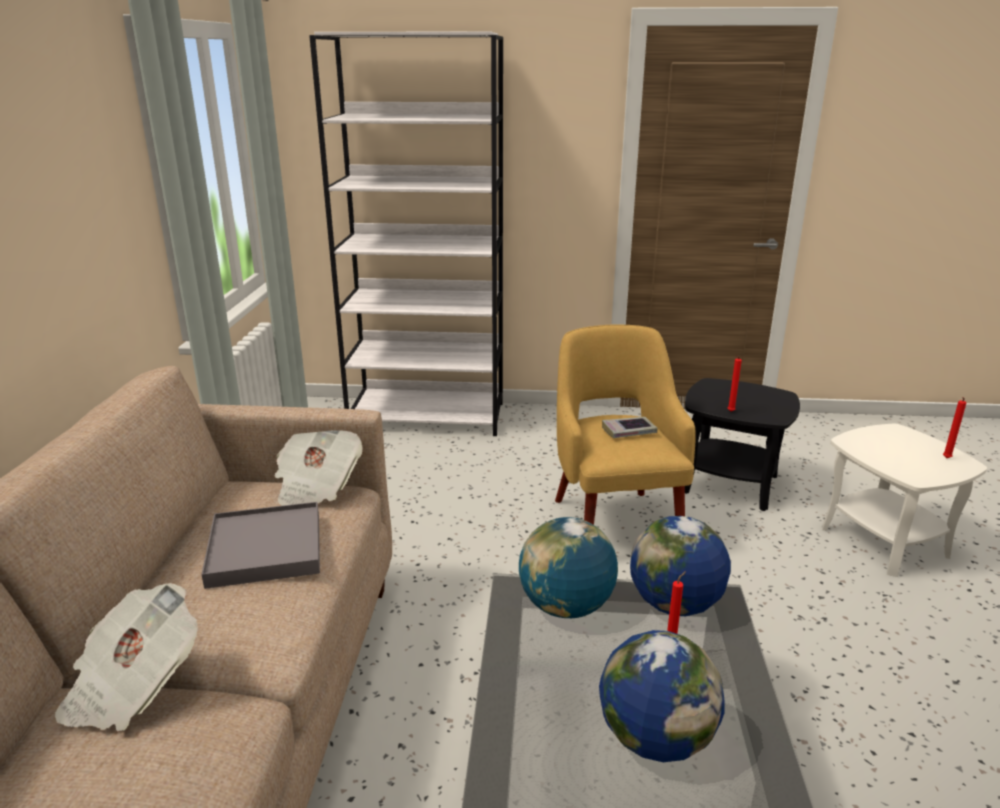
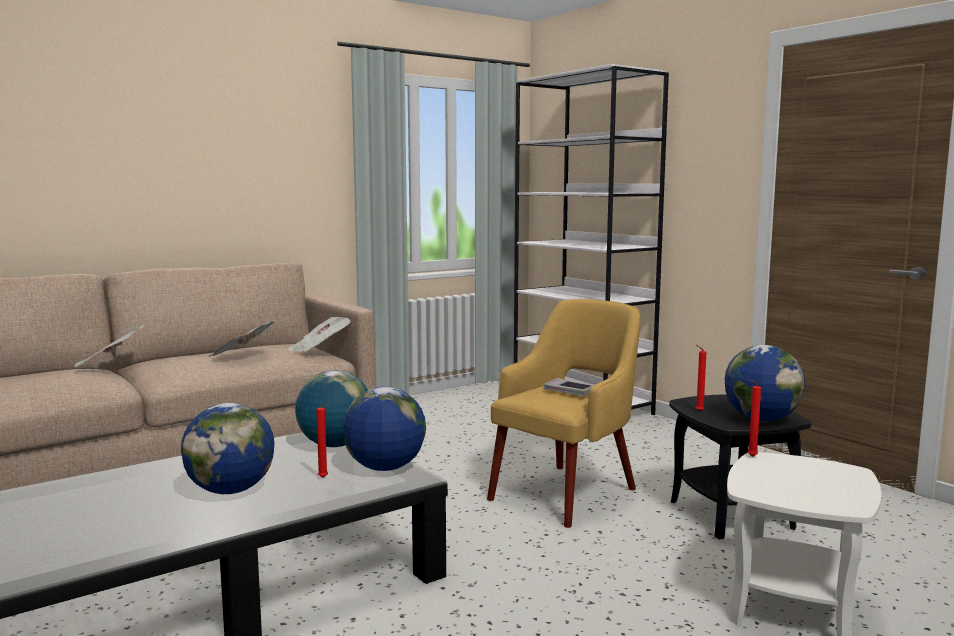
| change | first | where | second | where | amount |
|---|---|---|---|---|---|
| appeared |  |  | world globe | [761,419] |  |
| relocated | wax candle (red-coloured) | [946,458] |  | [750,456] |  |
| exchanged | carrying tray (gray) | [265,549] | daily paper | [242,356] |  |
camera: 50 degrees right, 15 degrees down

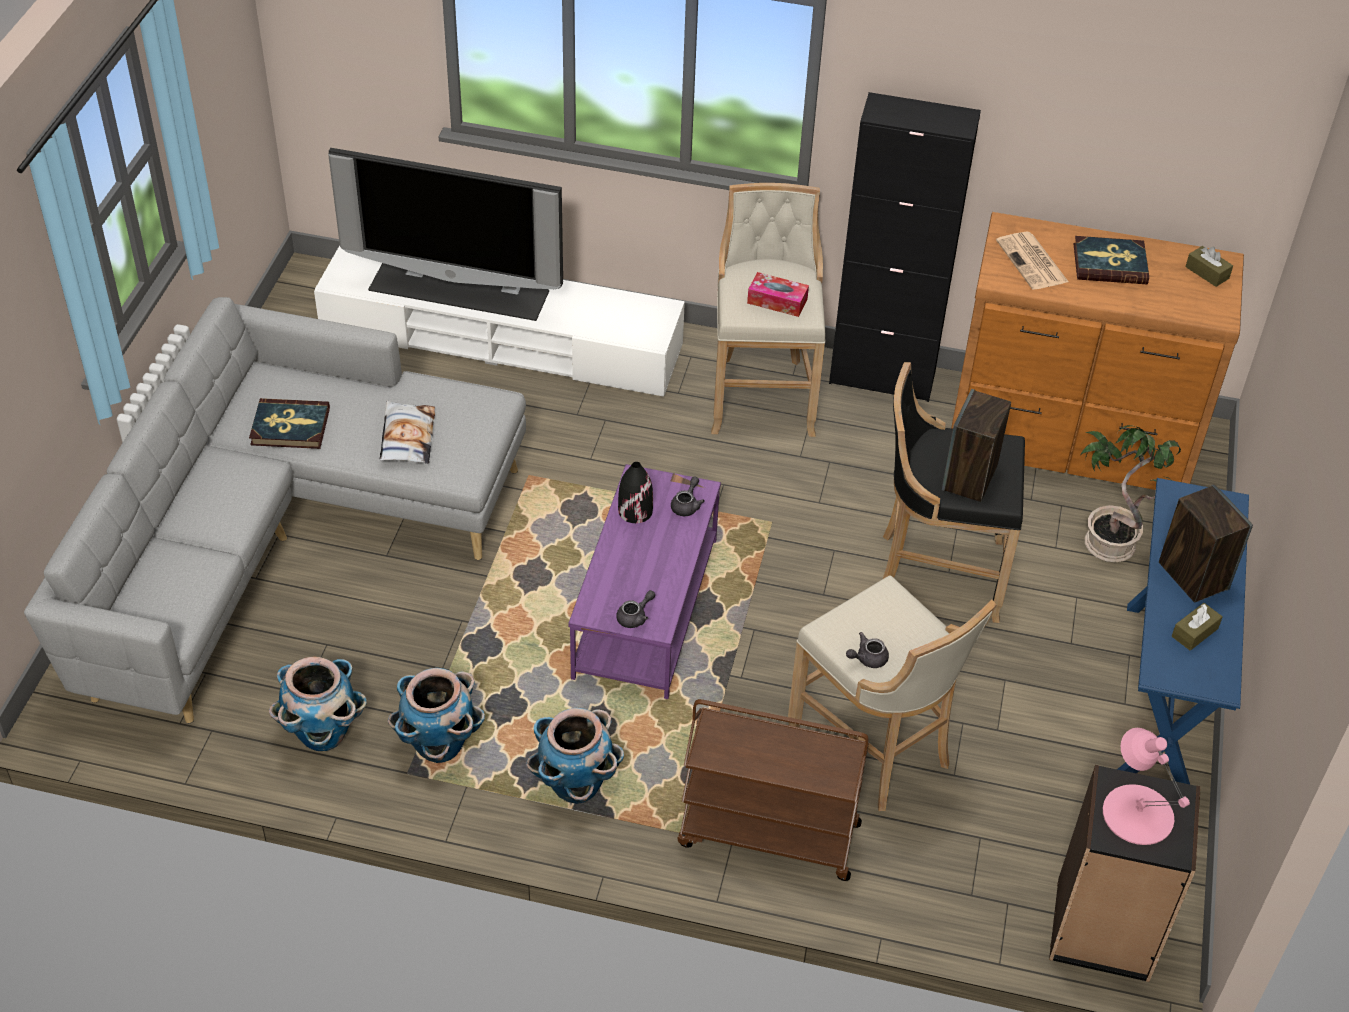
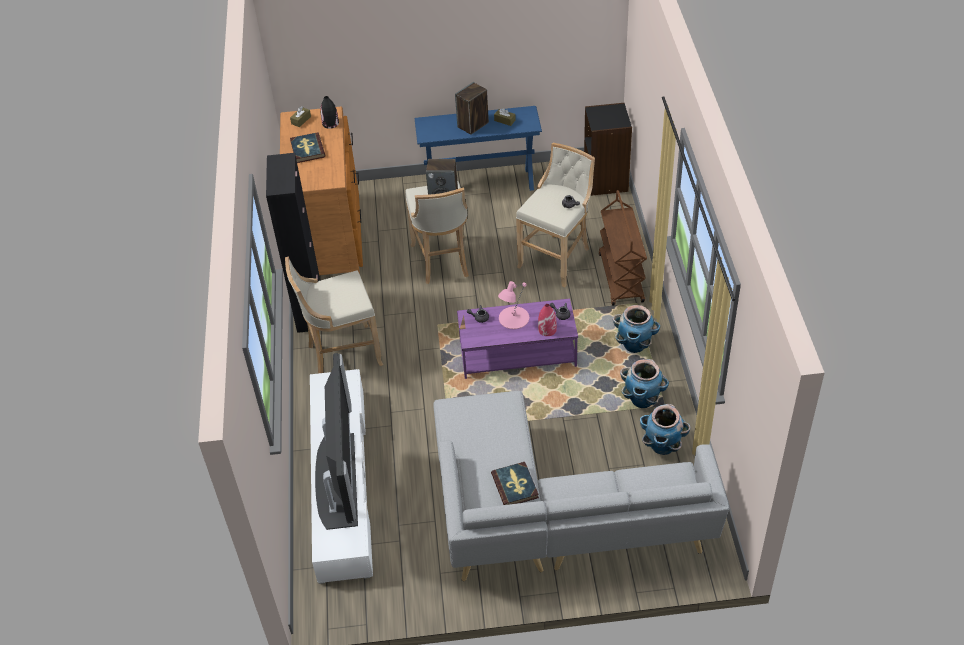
| change | first | where | second | where | amount |
|---|---|---|---|---|---|
| missing | throw pillow | [407,438] |  |  |  |
| missing | box of tissues | [777,301] |  |  |  |
| missing | daily paper | [1033,262] |  |  |  |
| missing | potted plant | [1112,544] |  |  |  |
| appeared |  |  | vase (red-coloured) | [547,329] |  |
| relocated | vase (blackish) | [635,511] |  | [330,123] |  |
| relocated | lamp for a table (pinkish) | [1137,813] |  | [513,318] |  |
| colour | stool seat (blackish) | [935,572] | stool seat (beige) | [442,262] |  |
camera: 105 degrees left, 0 degrees up

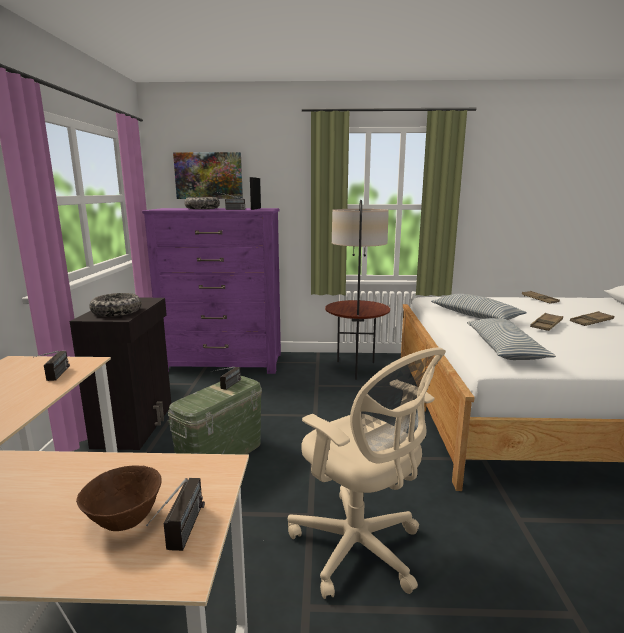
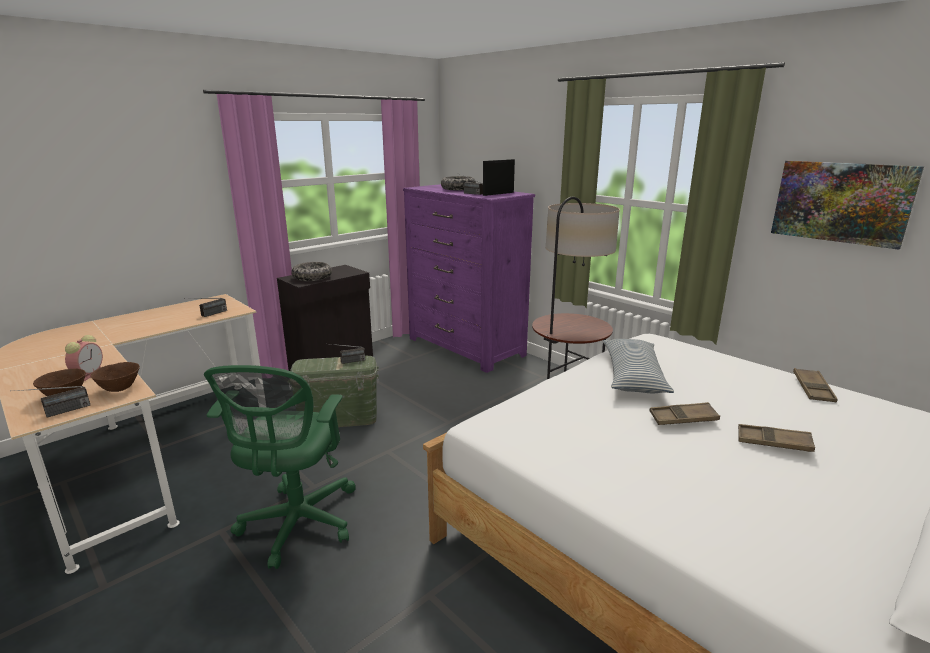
| change | first | where | second | where | amount |
|---|---|---|---|---|---|
| missing | throw pillow | [504,349] |  |  |  |
| appeared |  |  | bedside clock | [89,374] |  |
| appeared |  |  | deep dish (brown-coloured) | [120,389] |  |
| relocated | wall picture | [209,176] |  | [841,202] |  |
| colour | office chair (beige) | [360,549] | office chair (green-coloured) | [297,525] |  |
camera: 45 degrees right, 5 degrees up

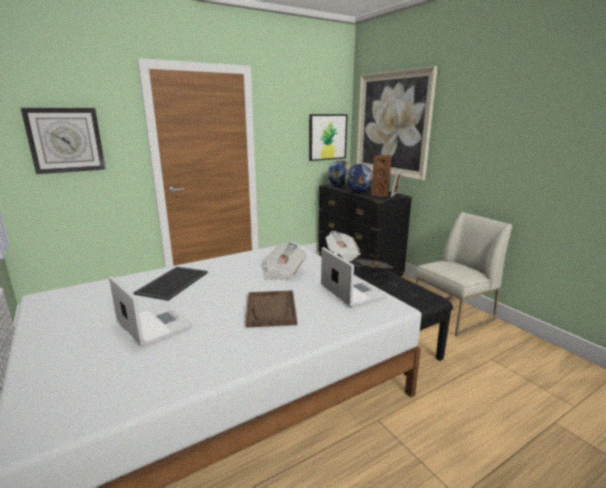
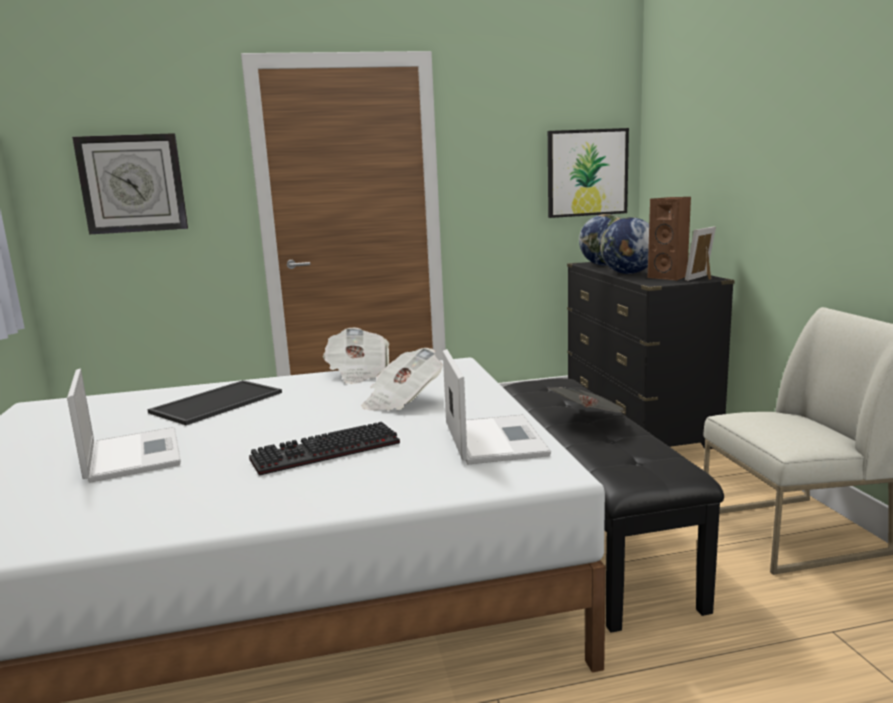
| change | first | where | second | where | amount |
|---|---|---|---|---|---|
| missing | wall picture | [392,124] |  |  |  |
| relocated | daily paper | [342,255] |  | [358,373] |  |
| exchanged | carrying tray (brown-coloured) | [271,310] | computer keyboard | [324,453] |  |
camera: 20 degrees right, 5 degrees down

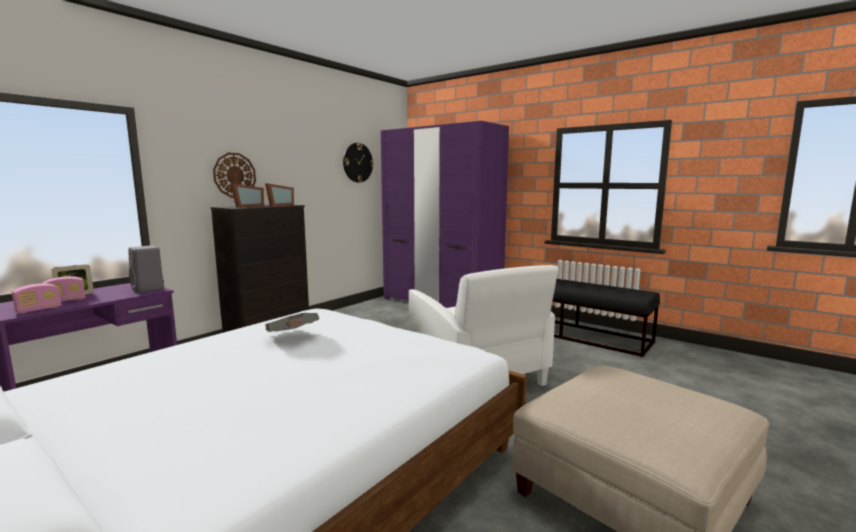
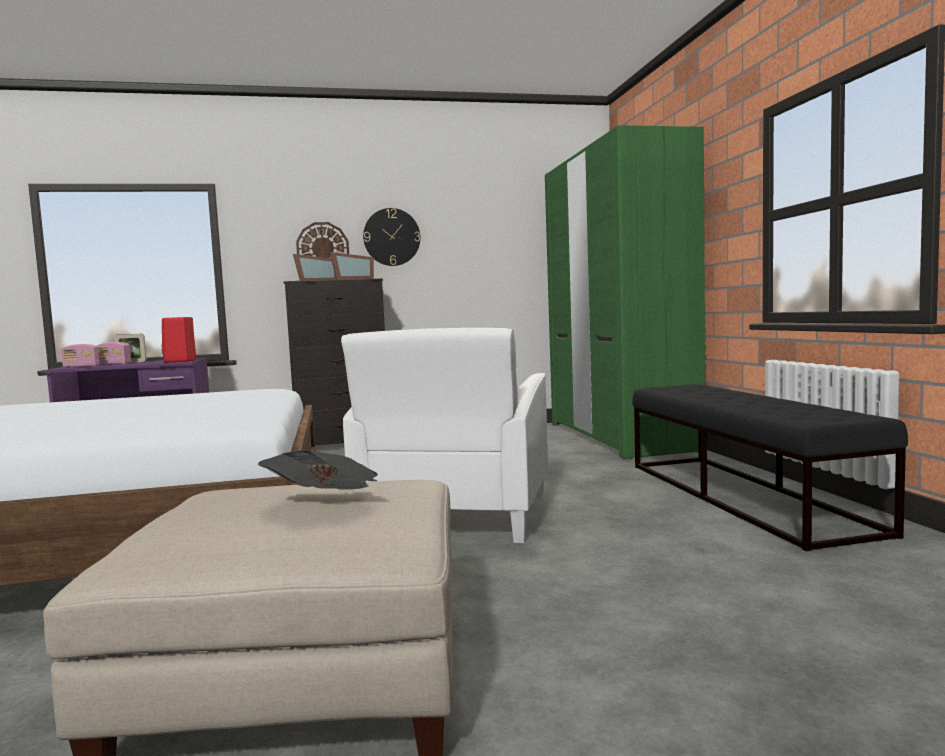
| change | first | where | second | where | amount |
|---|---|---|---|---|---|
| relocated | daily paper | [293,337] |  | [326,504] |  |
| relocated | hanging clock | [357,162] |  | [391,237] |  |
| colour | loudspeaker (gray) | [148,289] | loudspeaker (red-coloured) | [180,361] |  |
| colour | clothes cupboard (purple) | [441,303] | clothes cupboard (green-coloured) | [619,436] |  |
camera: 40 degrees right, 5 degrees down

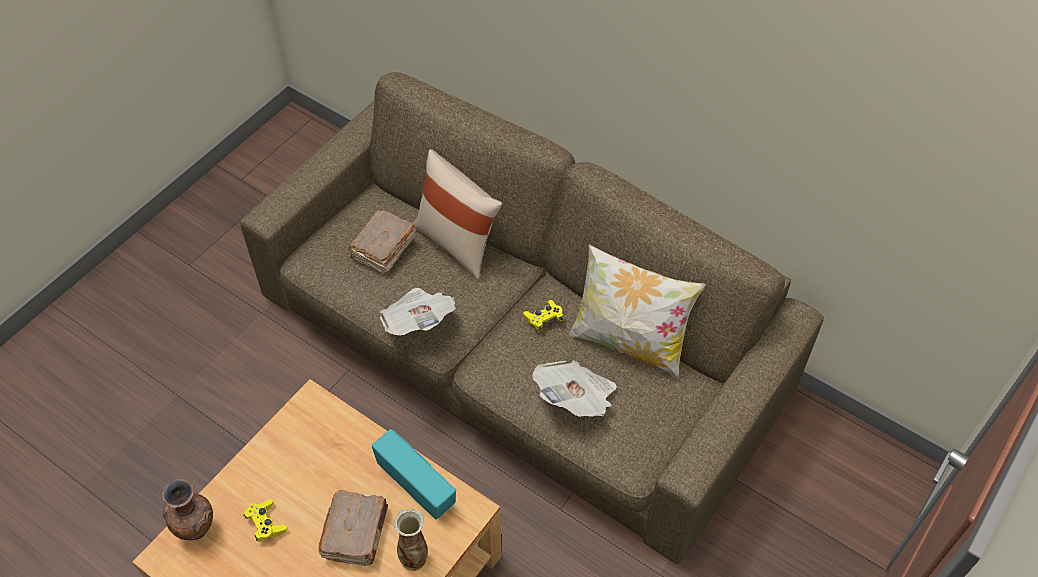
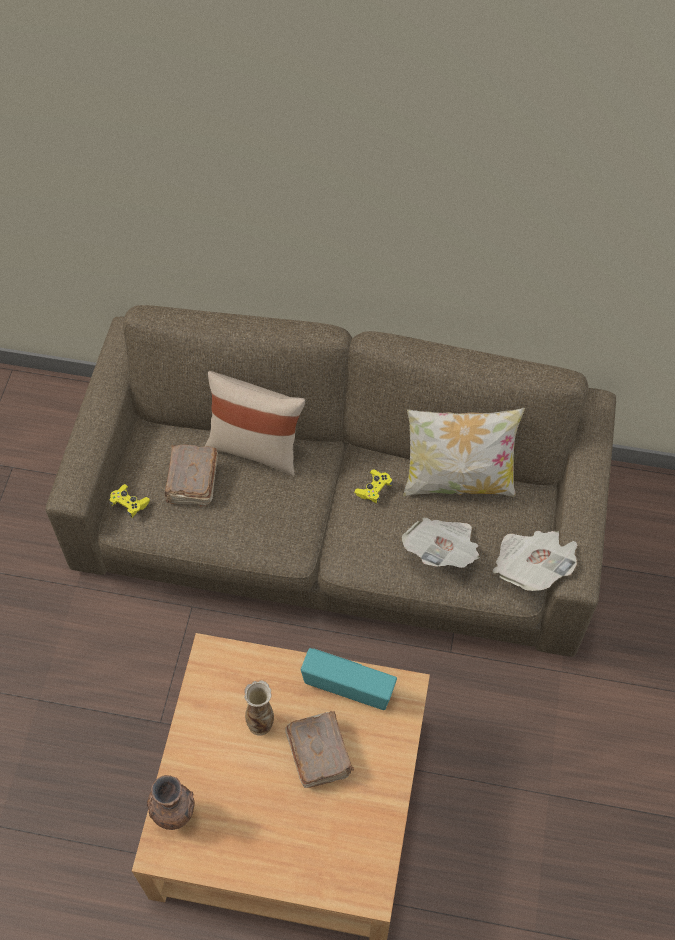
| change | first | where | second | where | amount |
|---|---|---|---|---|---|
| relocated | gamepad (yellow-coloured) | [266,524] |  | [129,504] |  |
| relocated | daily paper | [418,322] |  | [530,566] |  |
| relocated | vase | [414,558] |  | [261,723] |  |
camera: 25 degrees left, 5 degrees up

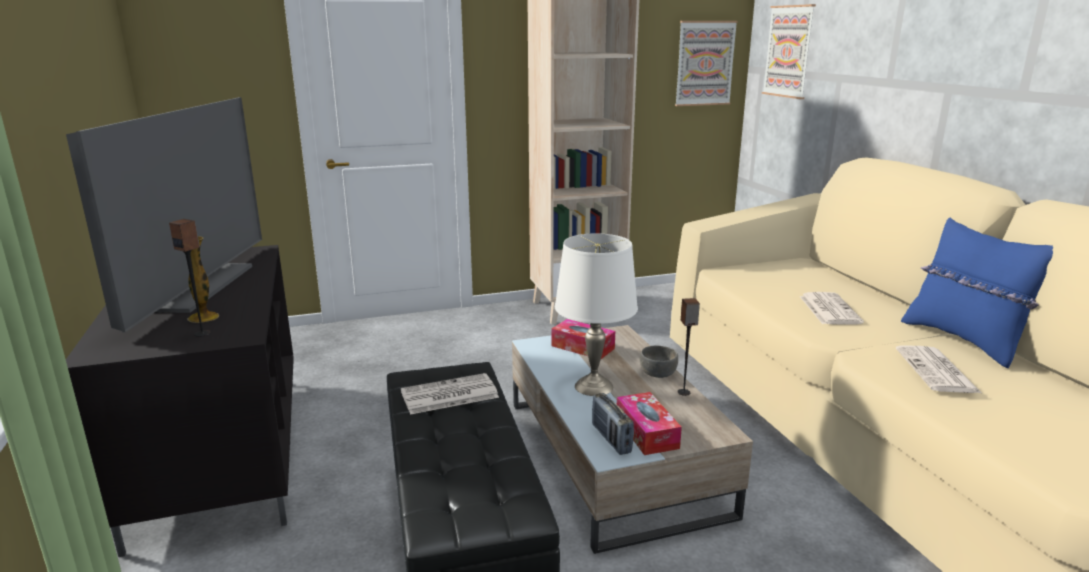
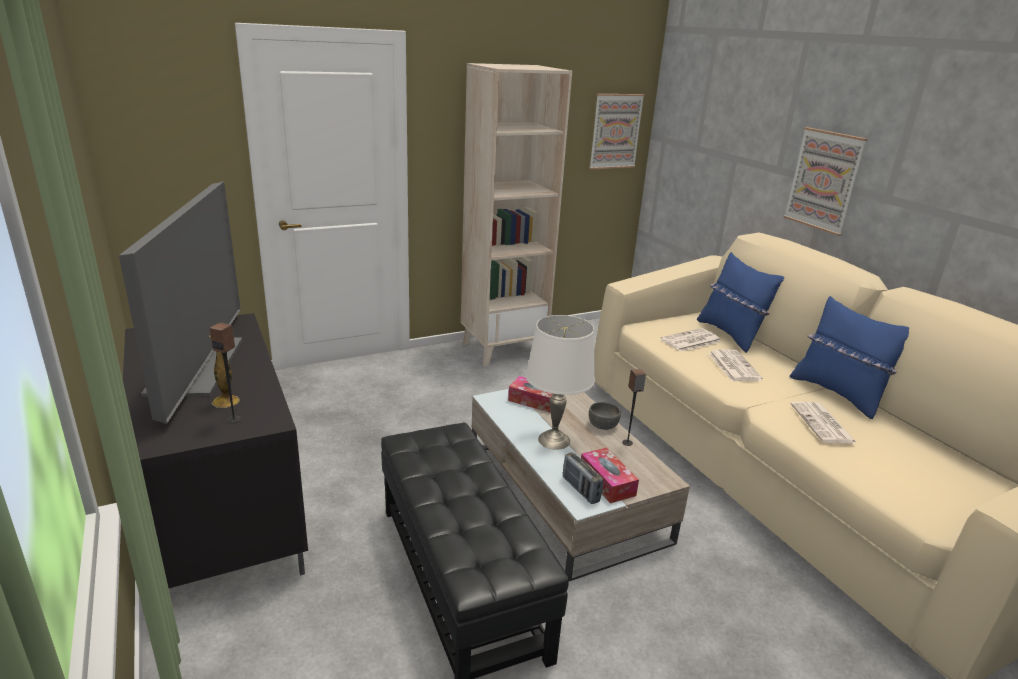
| change | first | where | second | where | amount |
|---|---|---|---|---|---|
| appeared |  |  | throw pillow (blue-coloured) | [730,335] |  |
| relocated | daily paper | [448,395] |  | [690,341] |  |
| relocated | wall picture | [788,51] |  | [824,180] |  |
camera: 10 degrees left, 5 degrees up

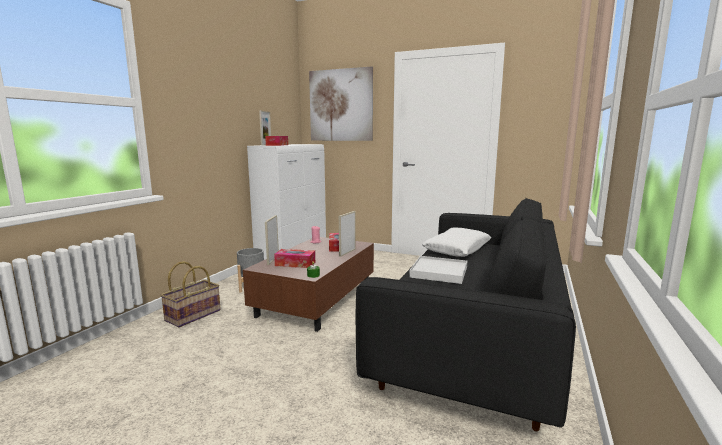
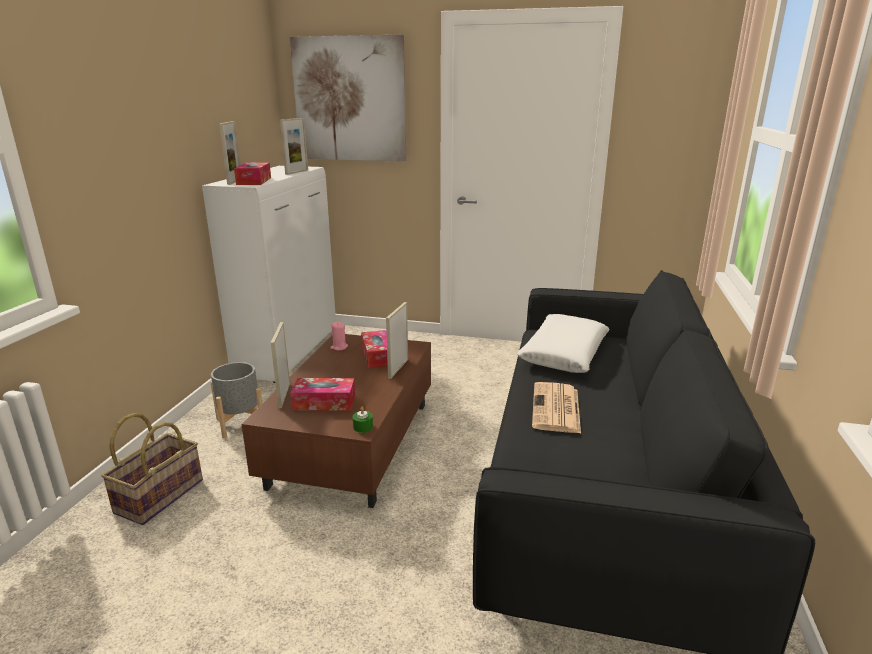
| change | first | where | second | where | amount |
|---|---|---|---|---|---|
| appeared |  |  | picture frame | [297,172] |  |
| exchanged | carrying tray (whitish) | [439,272] | daily paper | [556,409] |  |
camera: 10 degrees left, 10 degrees up

